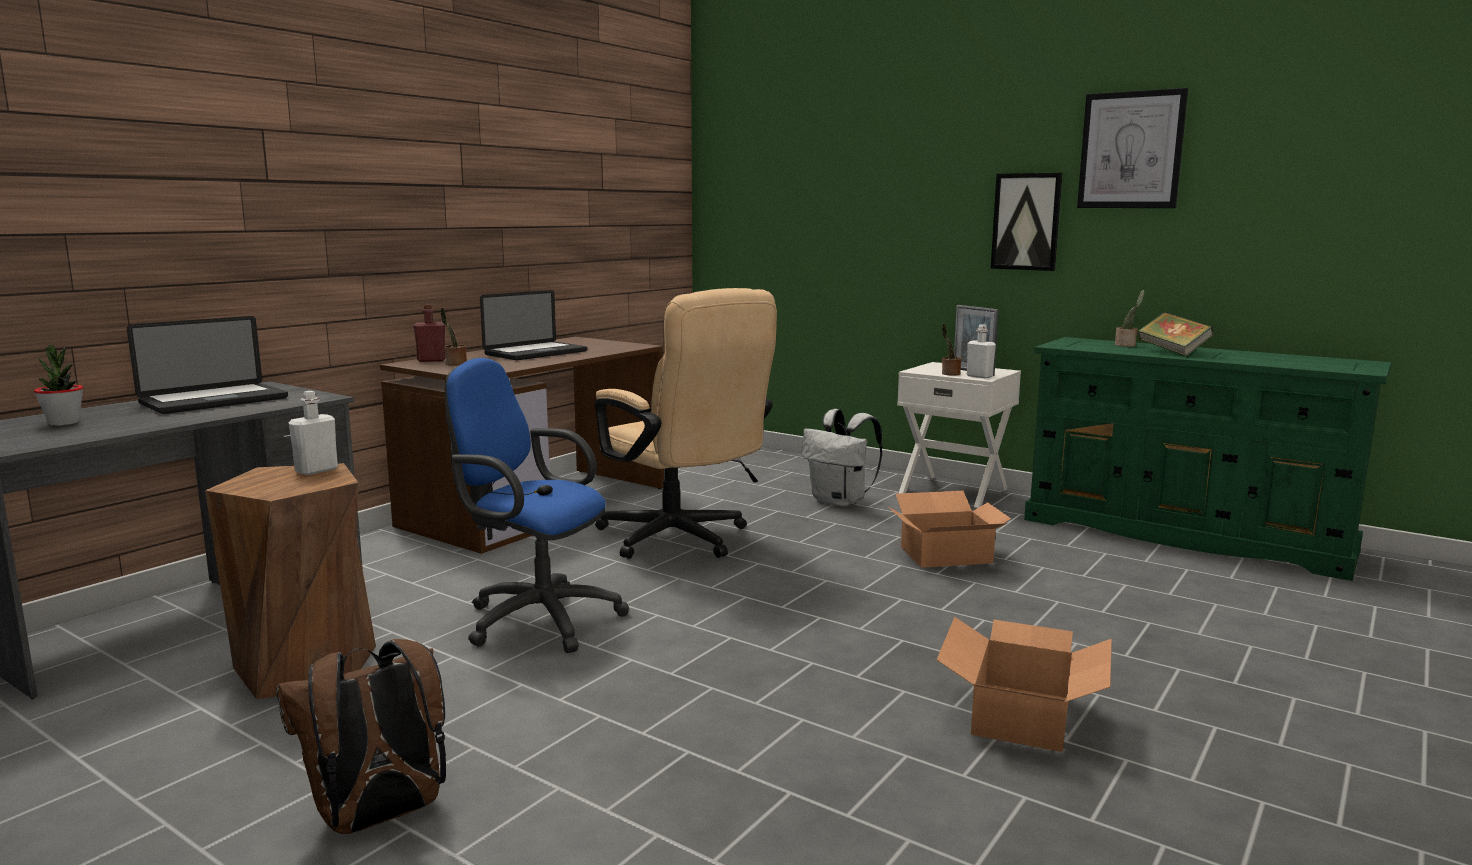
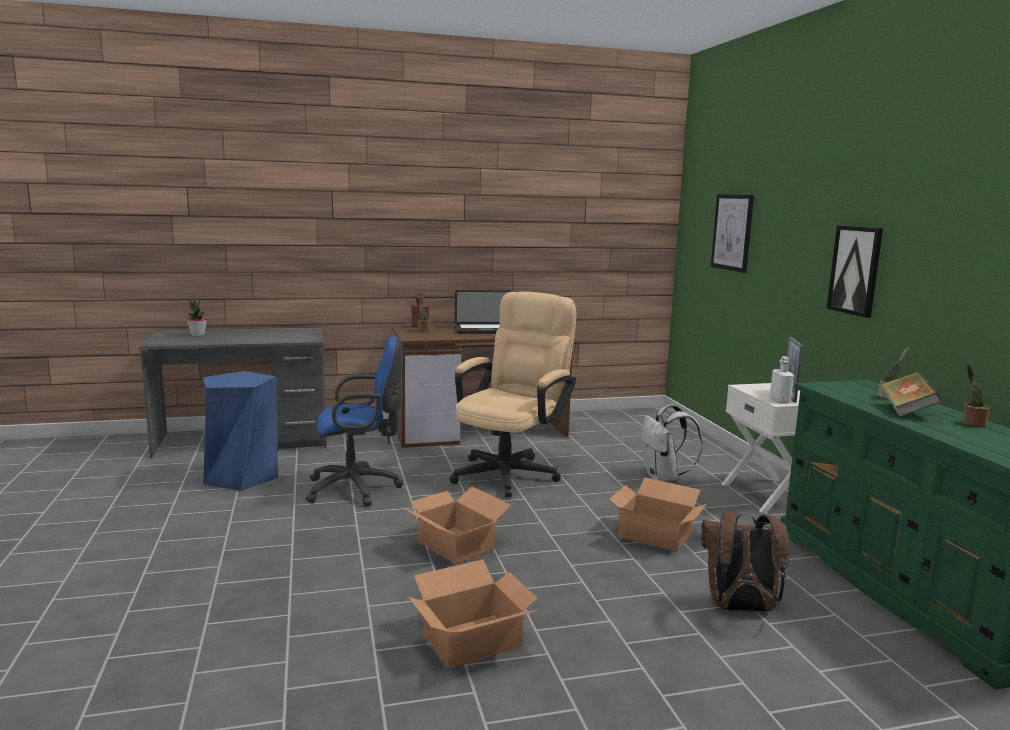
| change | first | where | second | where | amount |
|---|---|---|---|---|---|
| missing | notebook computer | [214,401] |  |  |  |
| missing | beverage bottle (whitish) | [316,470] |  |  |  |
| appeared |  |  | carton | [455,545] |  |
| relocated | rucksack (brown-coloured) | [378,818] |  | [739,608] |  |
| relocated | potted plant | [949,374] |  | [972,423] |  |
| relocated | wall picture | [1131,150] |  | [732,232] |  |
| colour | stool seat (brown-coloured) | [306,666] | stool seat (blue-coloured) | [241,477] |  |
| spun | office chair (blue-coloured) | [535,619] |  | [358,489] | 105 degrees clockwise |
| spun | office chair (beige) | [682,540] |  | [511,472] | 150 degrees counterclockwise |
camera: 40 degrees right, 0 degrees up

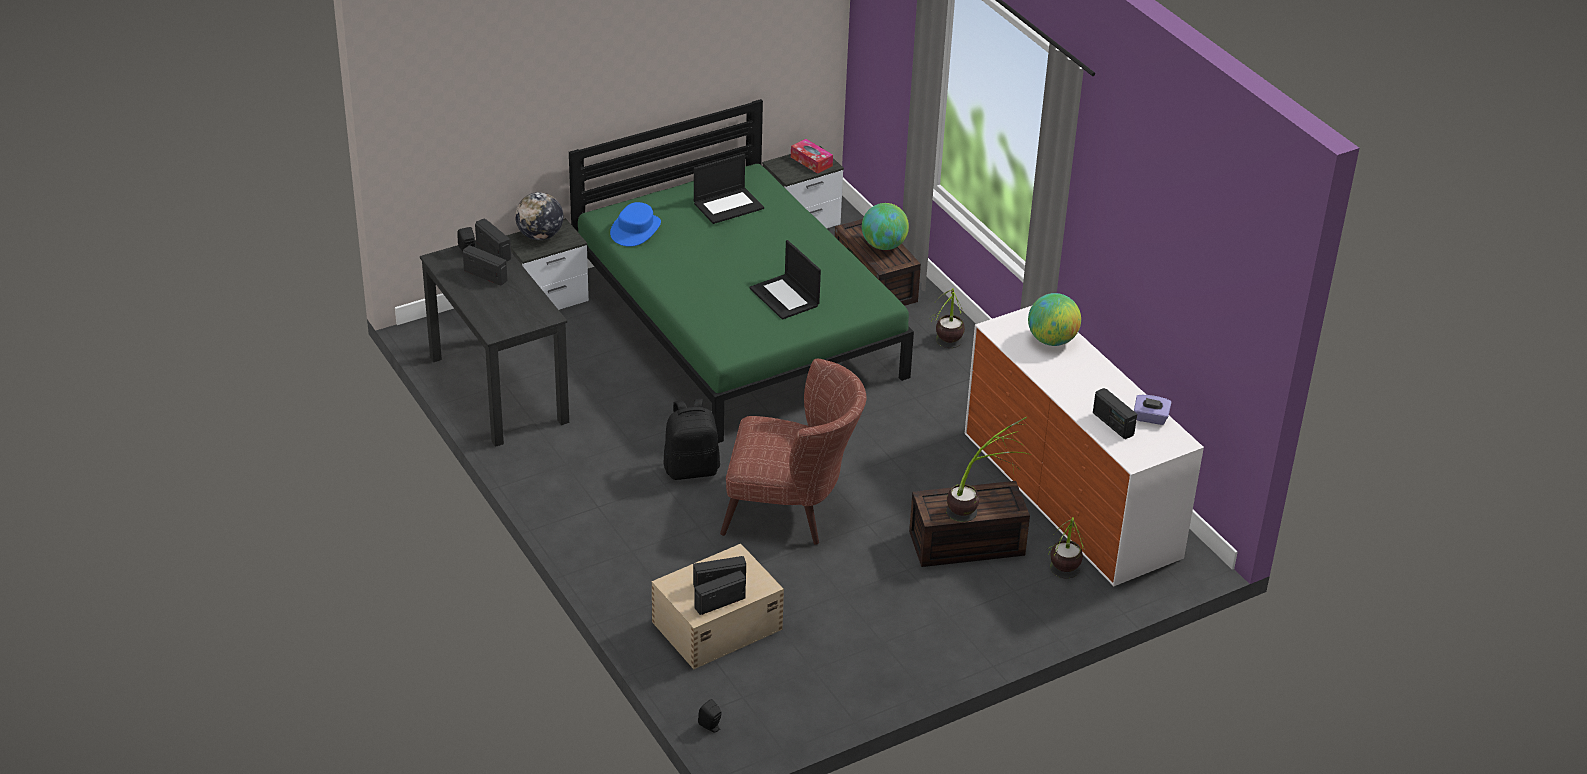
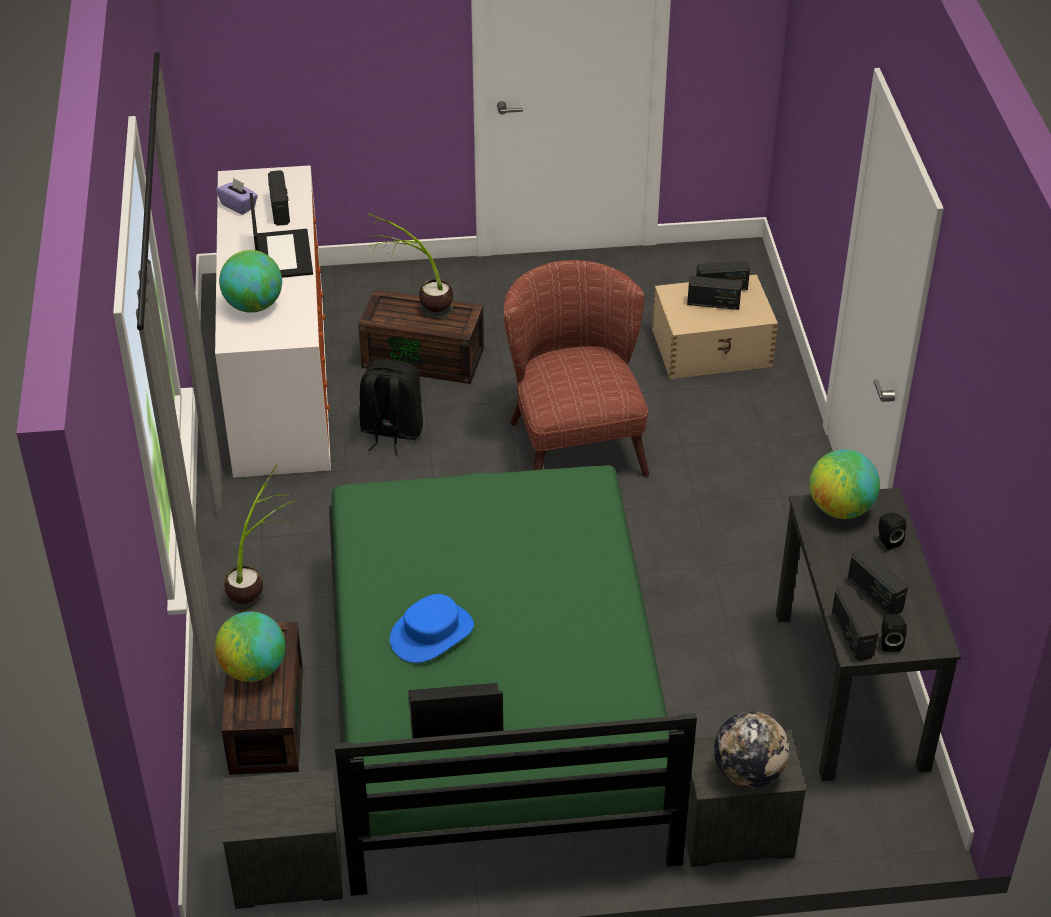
| change | first | where | second | where | amount |
|---|---|---|---|---|---|
| missing | box of tissues | [811,161] |  |  |  |
| missing | potted plant | [1062,580] |  |  |  |
| appeared |  |  | world globe | [840,508] |  |
| relocated | wearable hat (blue-coloured) | [636,230] |  | [431,633] |  |
| relocated | rucksack (blackish) | [692,469] |  | [391,432] |  |
| relocated | loudspeaker (blackish) | [711,727] |  | [887,541] |  |
| relocated | notebook computer | [785,297] |  | [282,254] |  |
| spun | easy chair (brown-coloured) | [791,509] |  | [574,438] | 45 degrees clockwise |
camera: 155 degrees left, 5 degrees up

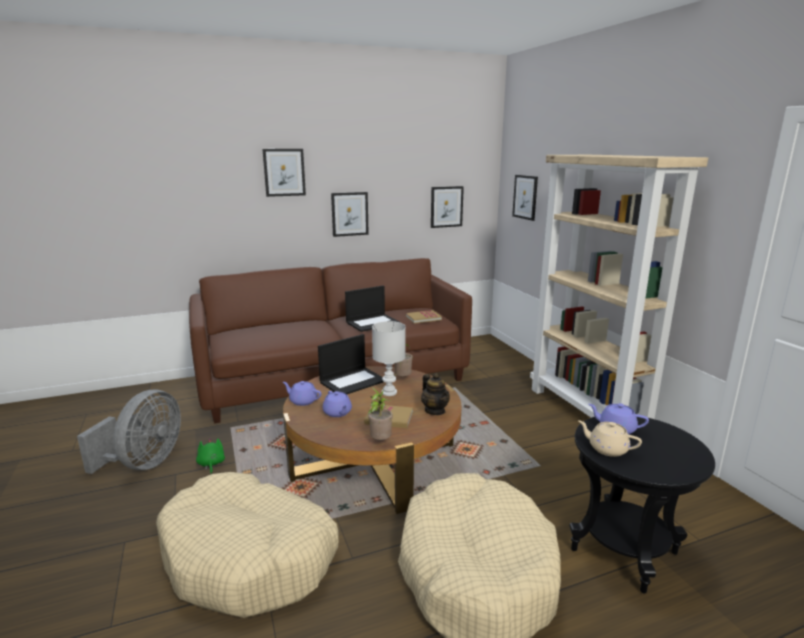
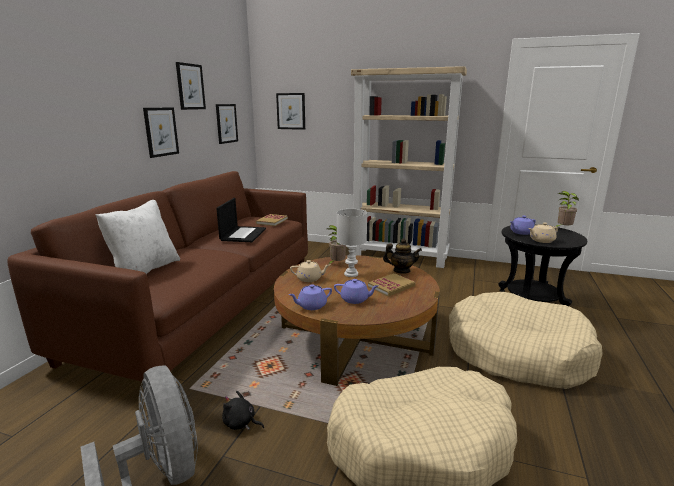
| change | first | where | second | where | amount |
|---|---|---|---|---|---|
| appeared |  |  | throw pillow (whitish) | [144,270] |  |
| relocated | wall picture | [284,172] |  | [190,86] |  |
| relocated | potted plant | [380,441] |  | [562,229] |  |
| exchanged | notebook computer | [353,381] | teapot (beige) | [310,279] |  |
| colour | plush toy (green-coloured) | [211,464] | plush toy (blackish) | [241,423] |  |
camera: 50 degrees left, 0 degrees up

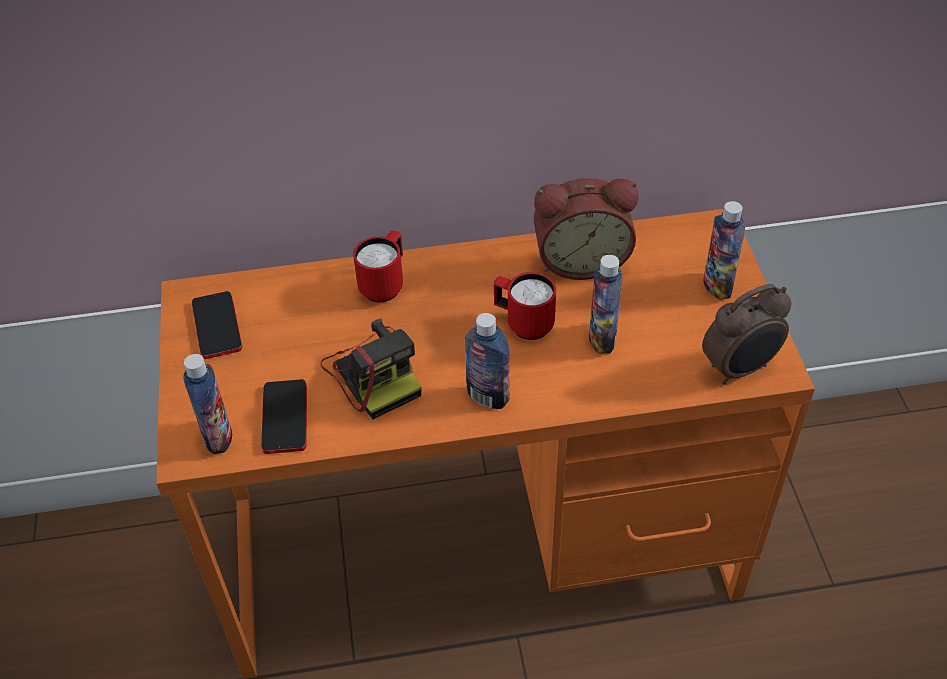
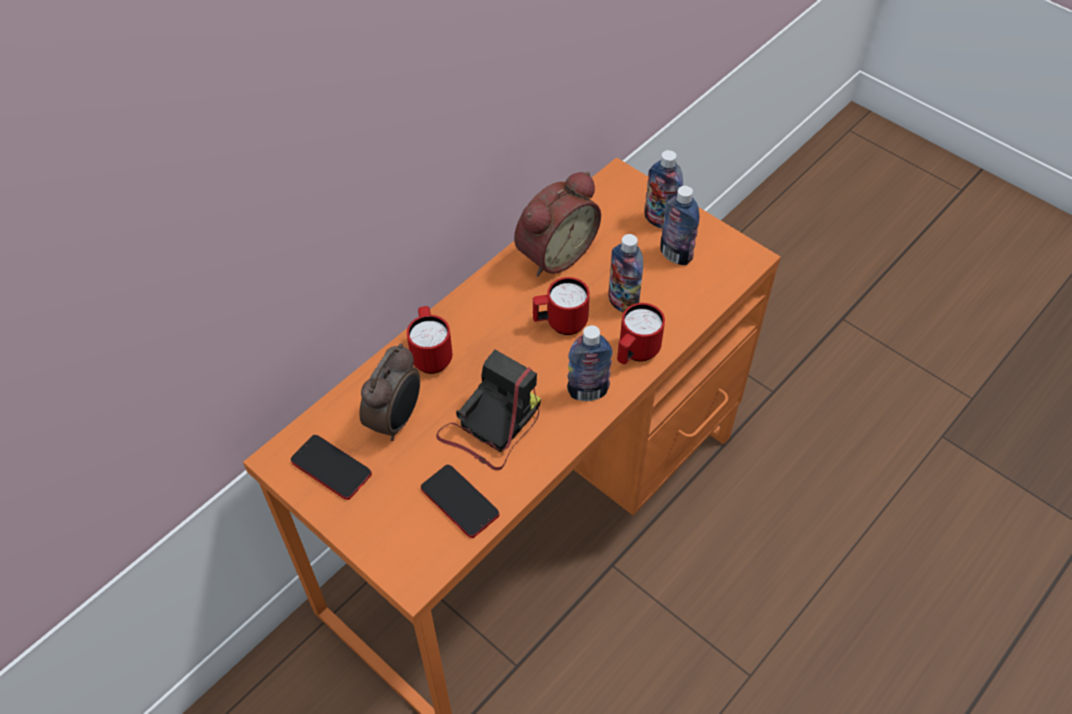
| change | first | where | second | where | amount |
|---|---|---|---|---|---|
| appeared |  |  | tea mug (red-coloured) | [635,353] |  |
| relocated | beverage bottle | [218,436] |  | [675,255] |  |
| relocated | bedside clock | [740,369] |  | [396,419] |  |
| spun | still camera | [374,373] |  | [491,426] | 75 degrees counterclockwise |
camera: 40 degrees left, 5 degrees up

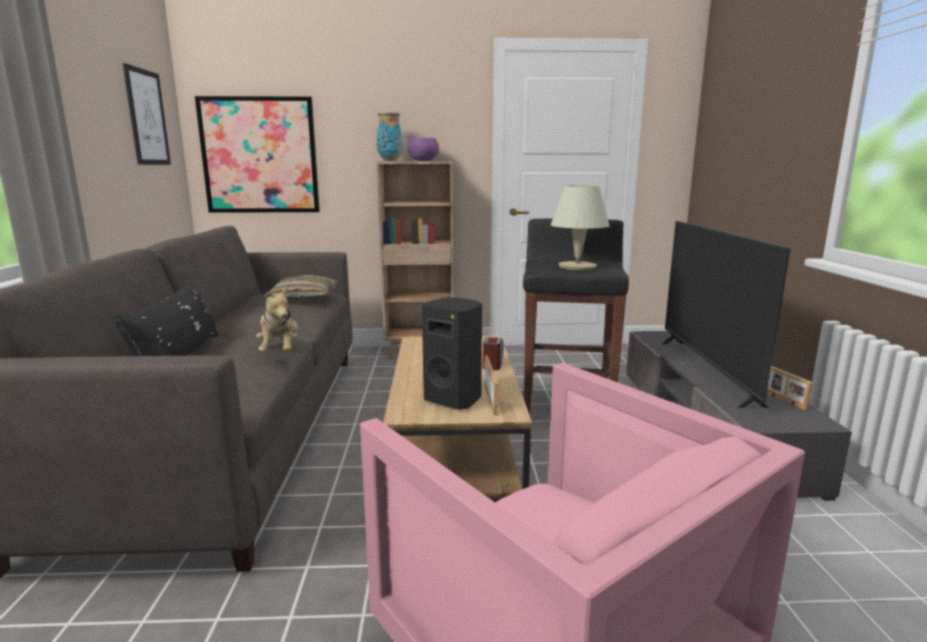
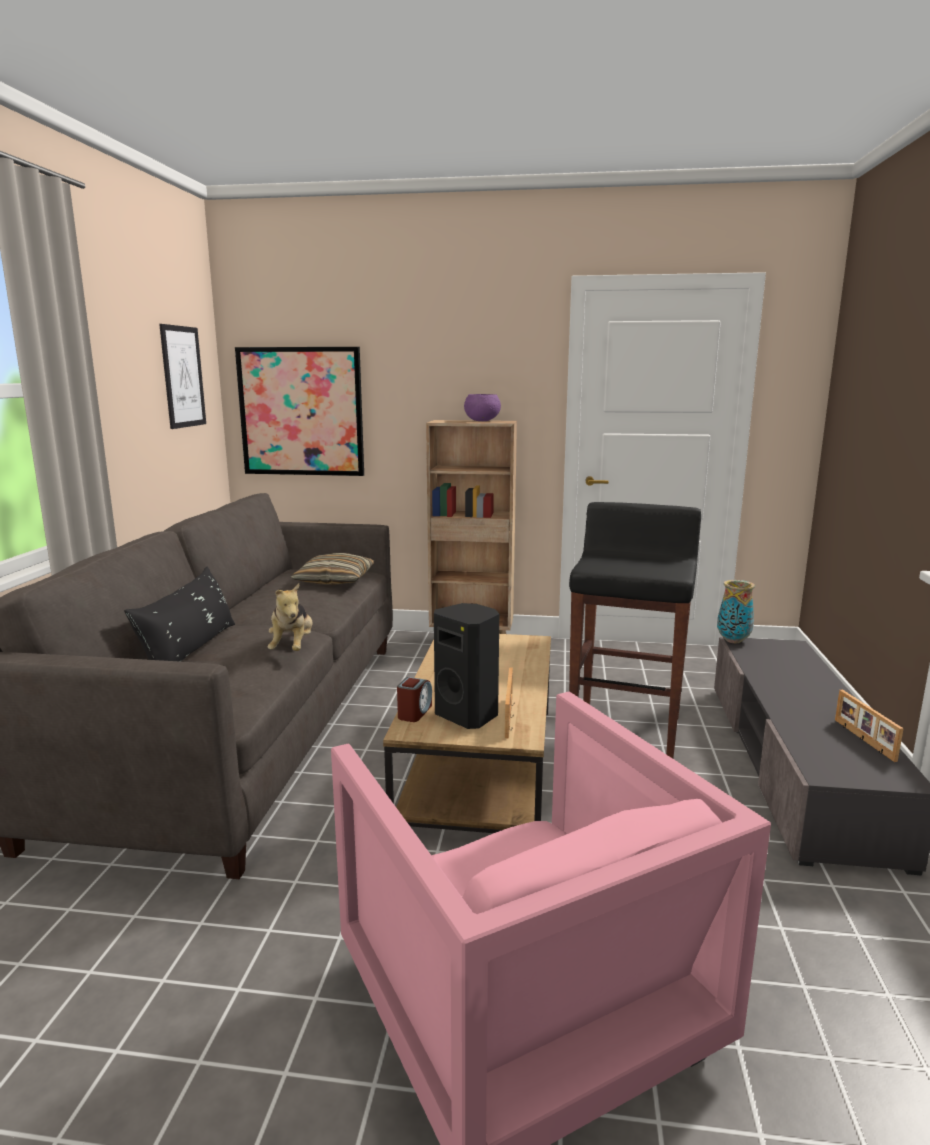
| change | first | where | second | where | amount |
|---|---|---|---|---|---|
| missing | lamp for a table (beige) | [577,267] |  |  |  |
| missing | television | [707,370] |  |  |  |
| relocated | vase | [390,161] |  | [732,640] |  |
| relocated | bedside clock | [493,364] |  | [414,712] |  |
camera: 10 degrees right, 0 degrees up

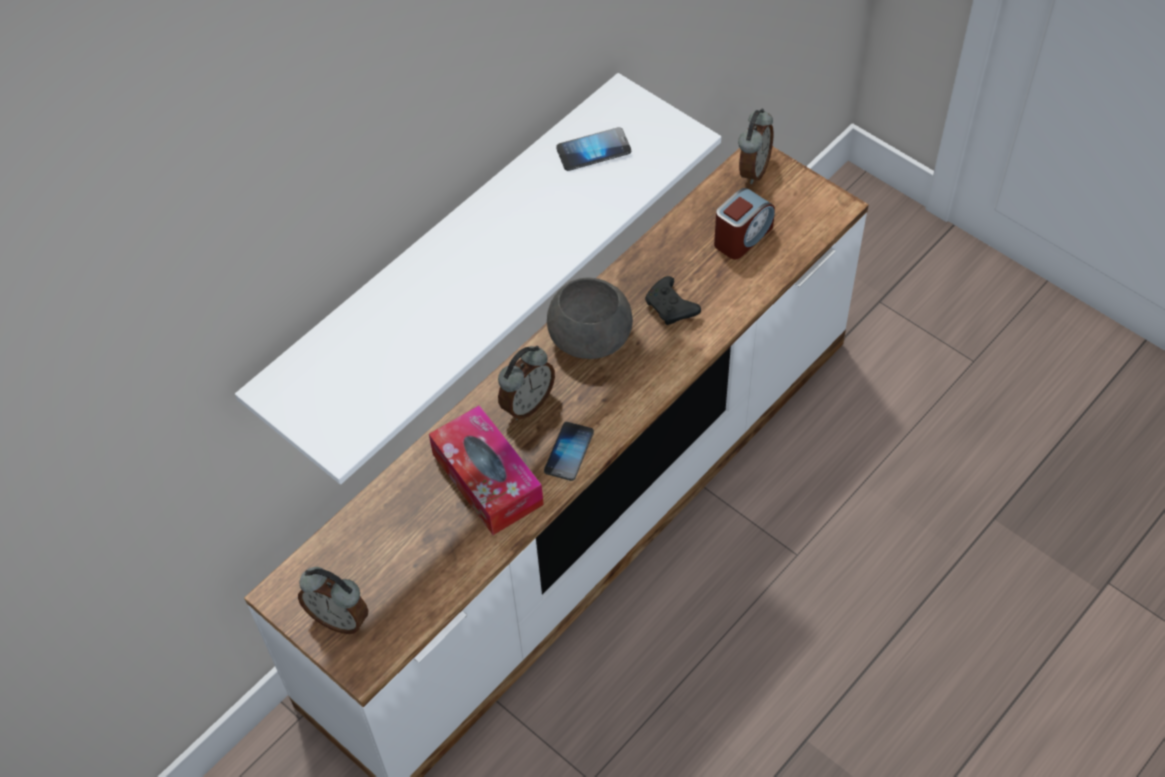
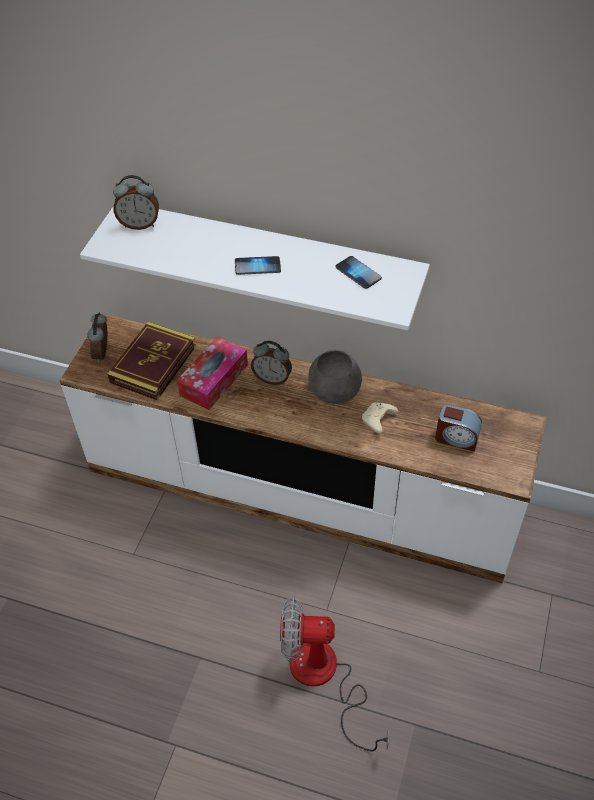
| change | first | where | second | where | amount |
|---|---|---|---|---|---|
| appeared |  |  | bound book | [153,364] |  |
| appeared |  |  | fan | [324,678] |  |
| relocated | handset | [569,452] |  | [257,266] |  |
| relocated | bedside clock | [752,169] |  | [139,224] |  |
| colour | gamepad (blackish) | [671,308] | gamepad (beige) | [378,421] |  |
camera: 65 degrees right, 5 degrees down

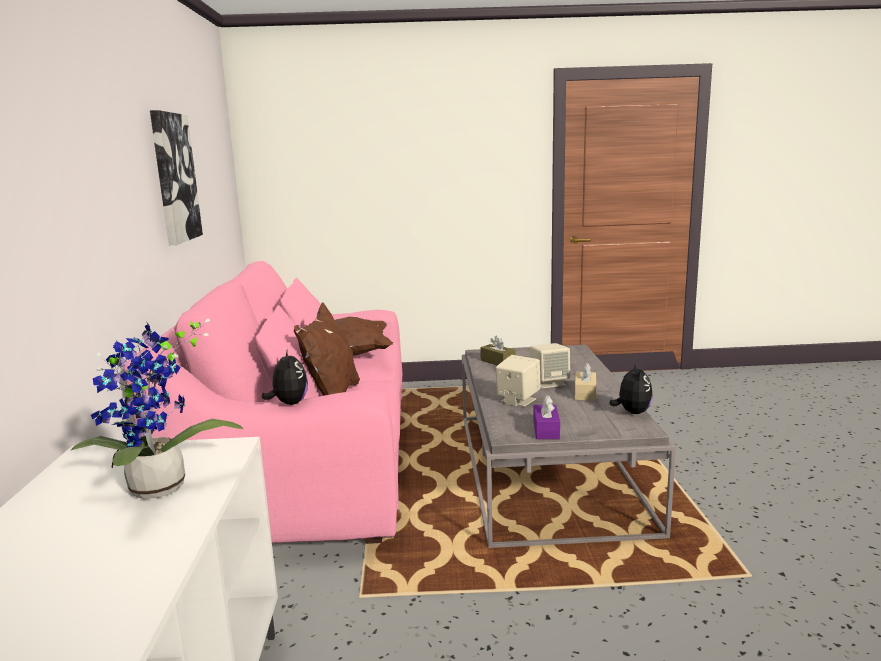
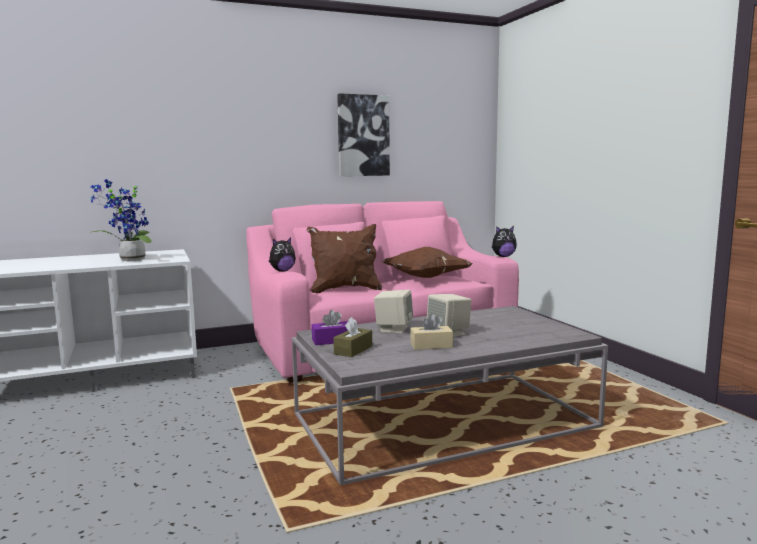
| change | first | where | second | where | amount |
|---|---|---|---|---|---|
| relocated | box of tissues (brown-coloured) | [497,362] |  | [353,350] |  |
| relocated | plush toy | [632,412] |  | [503,256] |  |
camera: 70 degrees right, 5 degrees down

